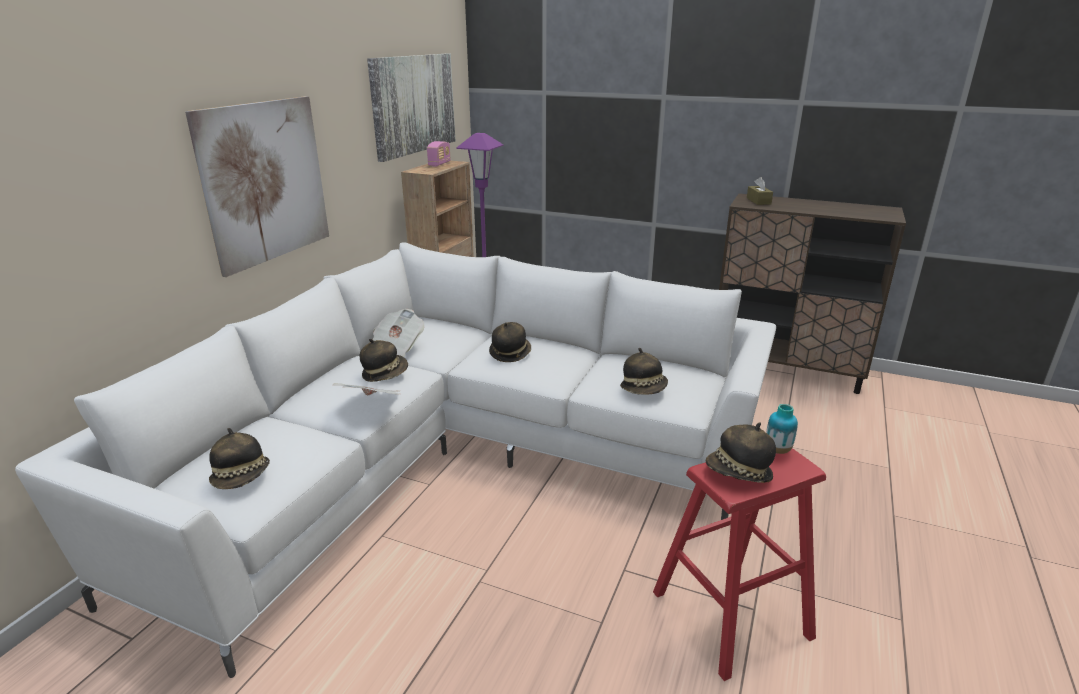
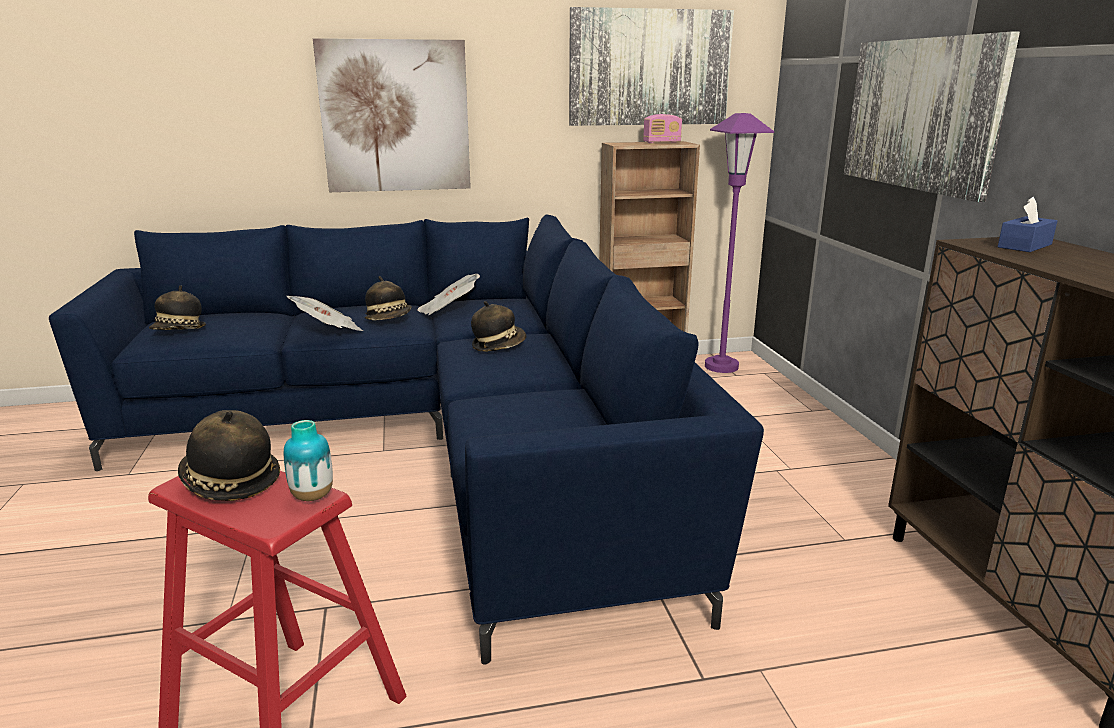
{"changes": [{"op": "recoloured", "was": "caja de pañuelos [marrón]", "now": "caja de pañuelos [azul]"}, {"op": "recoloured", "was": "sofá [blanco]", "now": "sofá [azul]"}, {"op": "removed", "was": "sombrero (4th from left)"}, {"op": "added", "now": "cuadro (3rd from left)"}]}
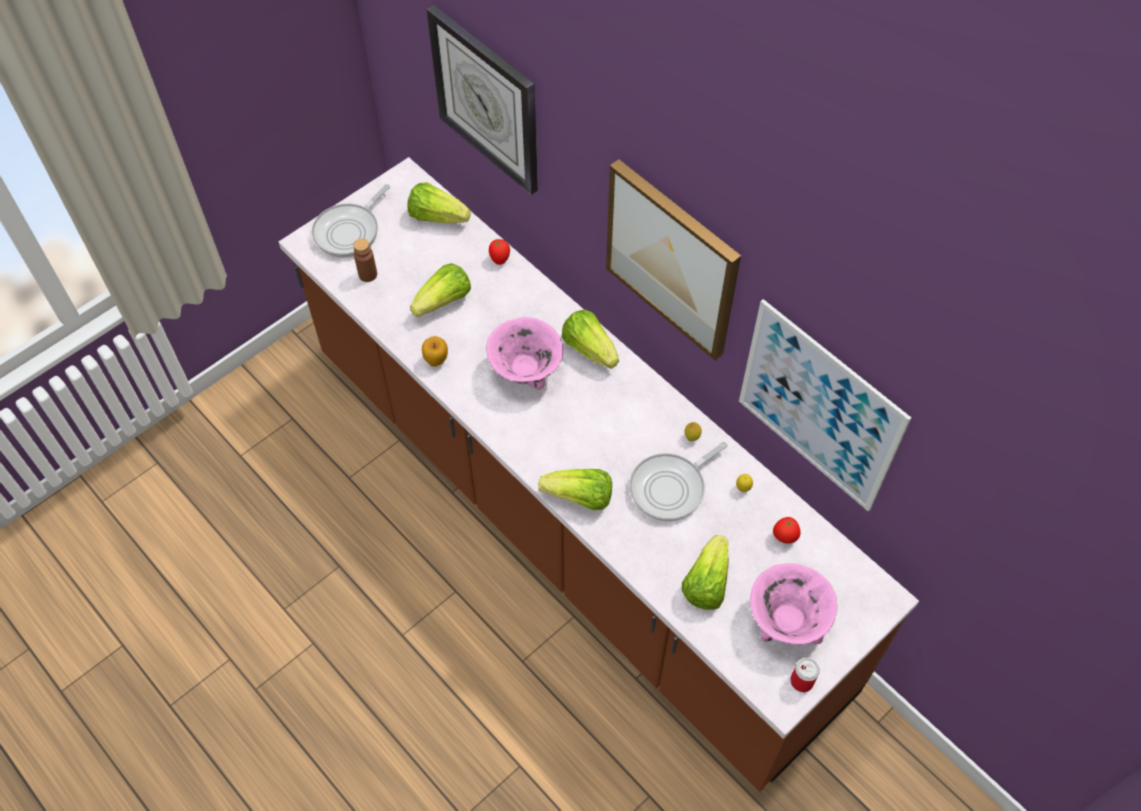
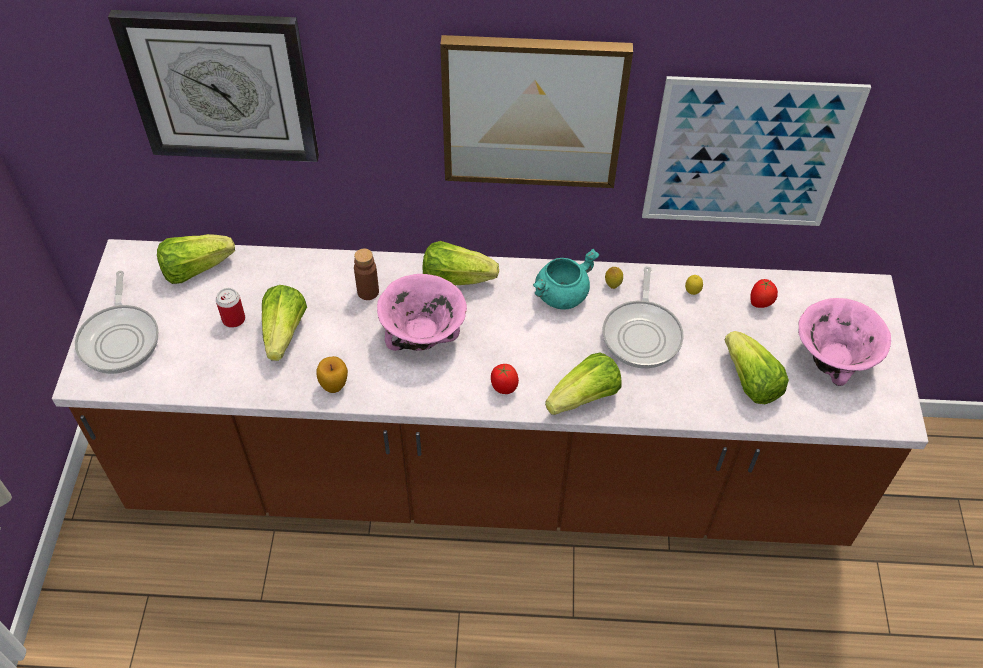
{"changes": [{"op": "moved", "was": "botella [marrón]"}, {"op": "moved", "was": "tomate (1st from left)"}, {"op": "moved", "was": "lata"}, {"op": "added", "now": "olla [turquesa]"}]}
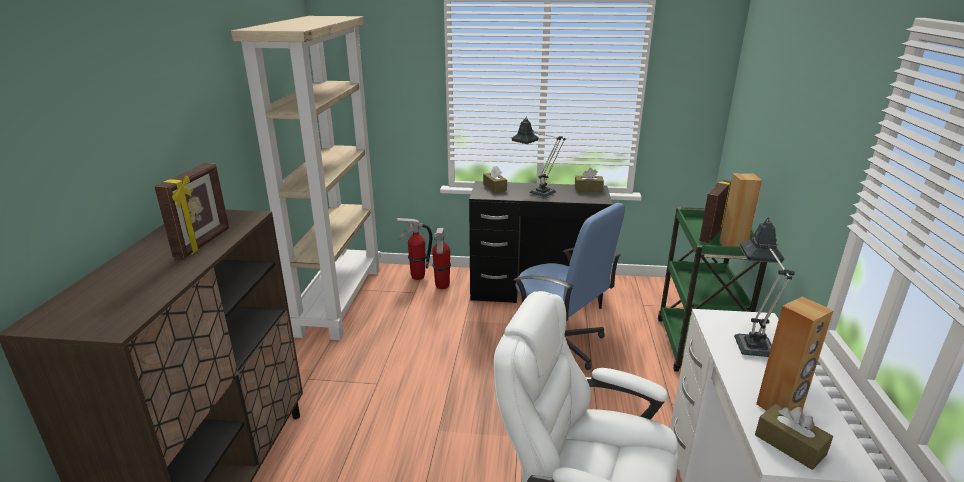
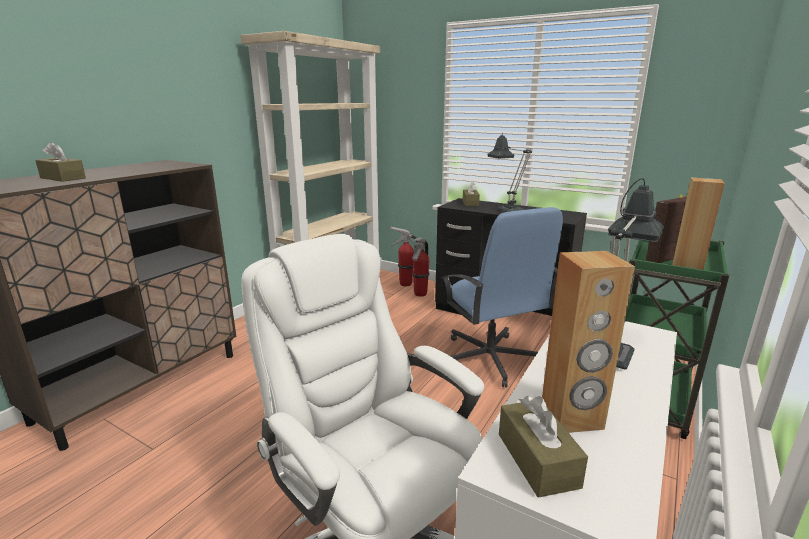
{"changes": [{"op": "removed", "was": "portarretratos (1st from left)"}, {"op": "moved", "was": "caja de pañuelos [marrón] (2nd from left in the first image)", "now": "caja de pañuelos [marrón] (1st from left)"}]}
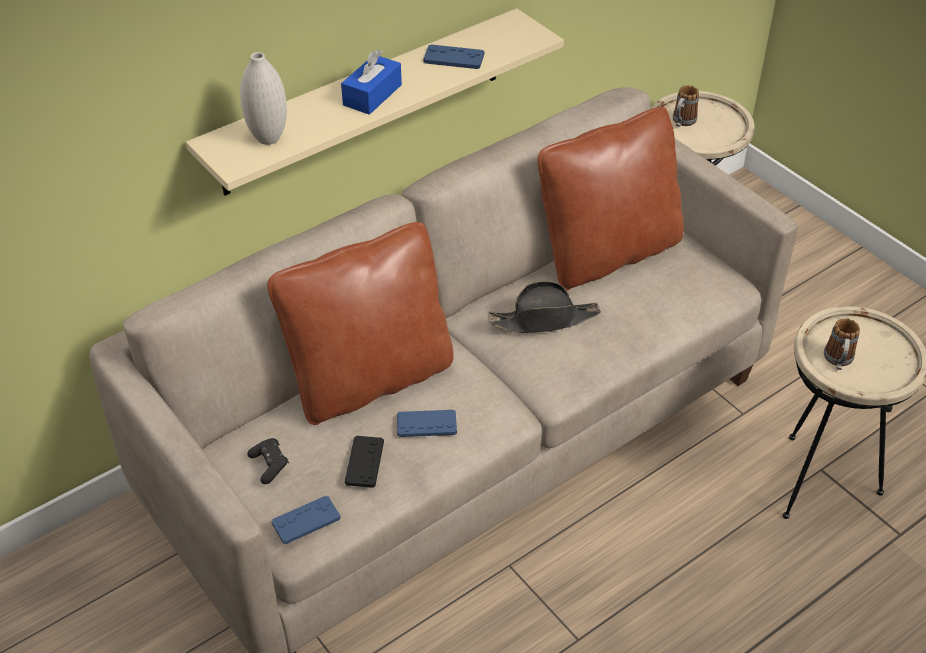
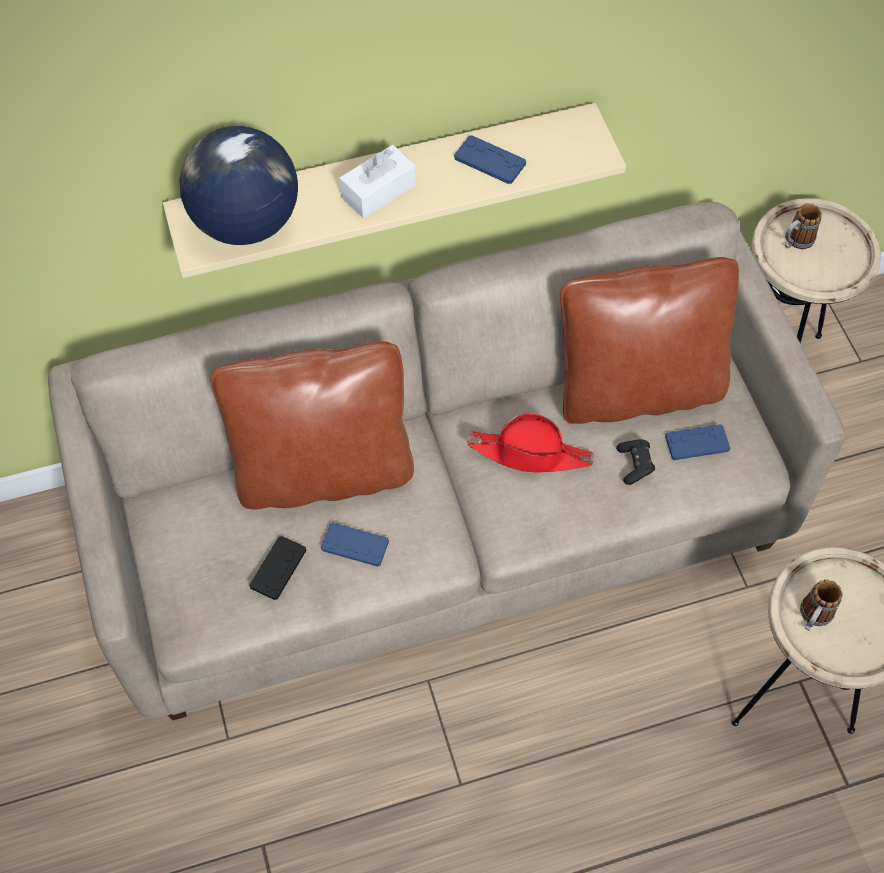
{"changes": [{"op": "recoloured", "was": "caja de pañuelos [azul]", "now": "caja de pañuelos [blanco]"}, {"op": "replaced", "was": "florero [blanco]", "now": "globo terráqueo"}, {"op": "recoloured", "was": "sombrero [negro]", "now": "sombrero [rojo]"}, {"op": "moved", "was": "mando de consola [negro] (1st from left in the first image)", "now": "mando de consola [negro] (2nd from left)"}, {"op": "moved", "was": "mando de consola [azul] (1st from left in the first image)", "now": "mando de consola [azul] (3rd from left)"}]}
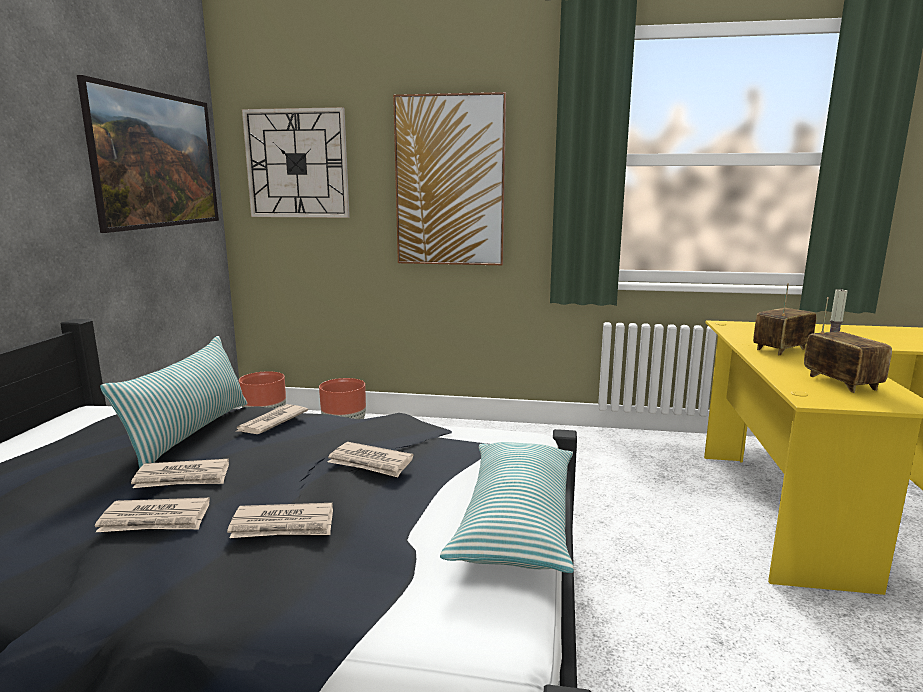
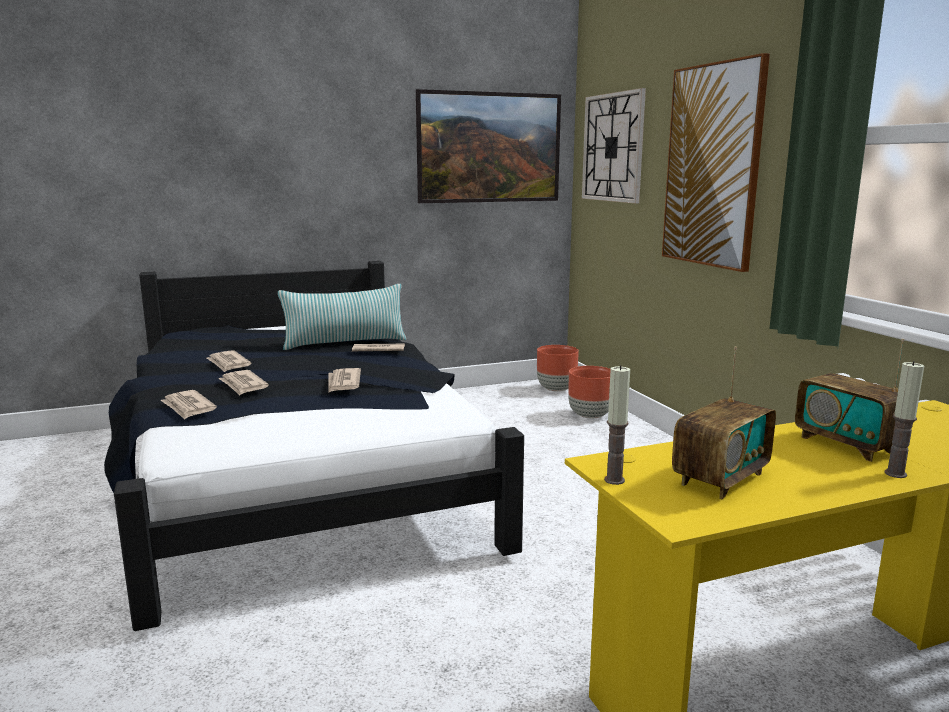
{"changes": [{"op": "turned", "was": "radio (1st from left in the first image)", "clockwise": -150}, {"op": "removed", "was": "cojín (2nd from left)"}, {"op": "moved", "was": "periódico (2nd from left in the first image)", "now": "periódico (1st from left)"}, {"op": "added", "now": "vela (1st from left)"}]}
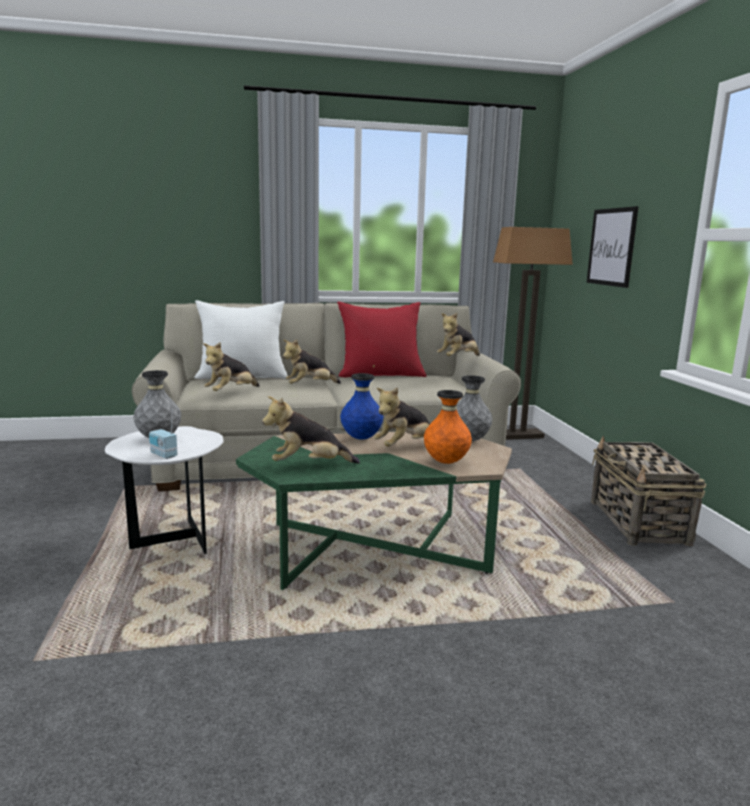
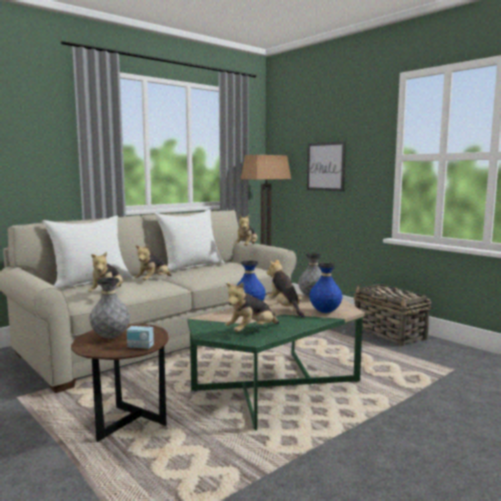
{"changes": [{"op": "recoloured", "was": "cojín [rojo]", "now": "cojín [blanco] (2nd from left)"}, {"op": "turned", "was": "peluche (4th from left in the first image)", "clockwise": 135}, {"op": "recoloured", "was": "florero [naranja]", "now": "florero [azul] (2nd from left)"}, {"op": "recoloured", "was": "mesa auxiliar [blanco]", "now": "mesa auxiliar [marrón]"}]}
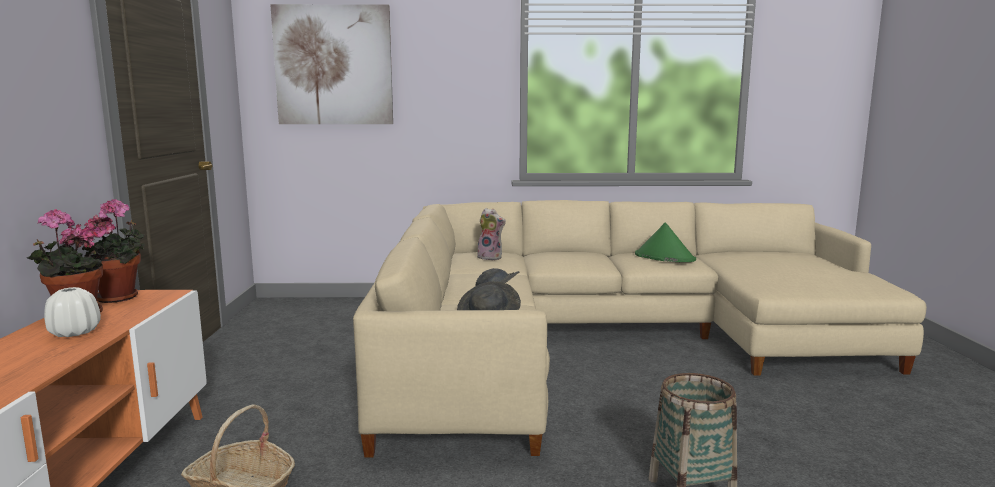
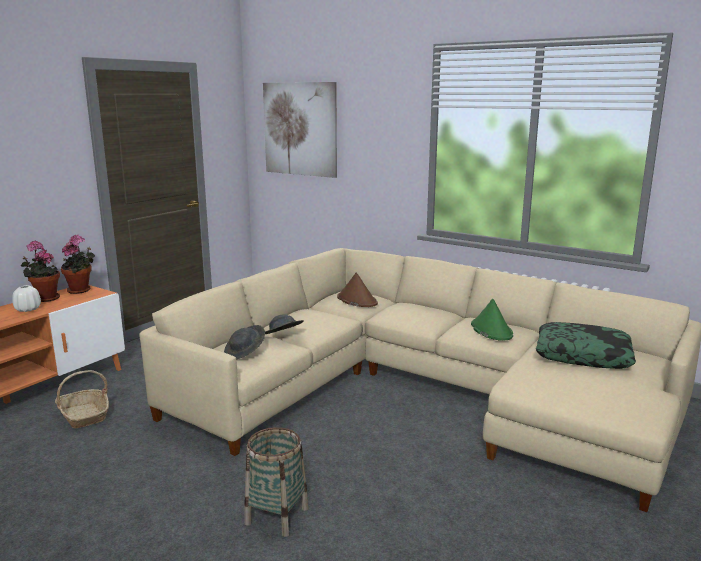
{"changes": [{"op": "replaced", "was": "peluche", "now": "sombrero [marrón]"}, {"op": "added", "now": "cojín"}]}
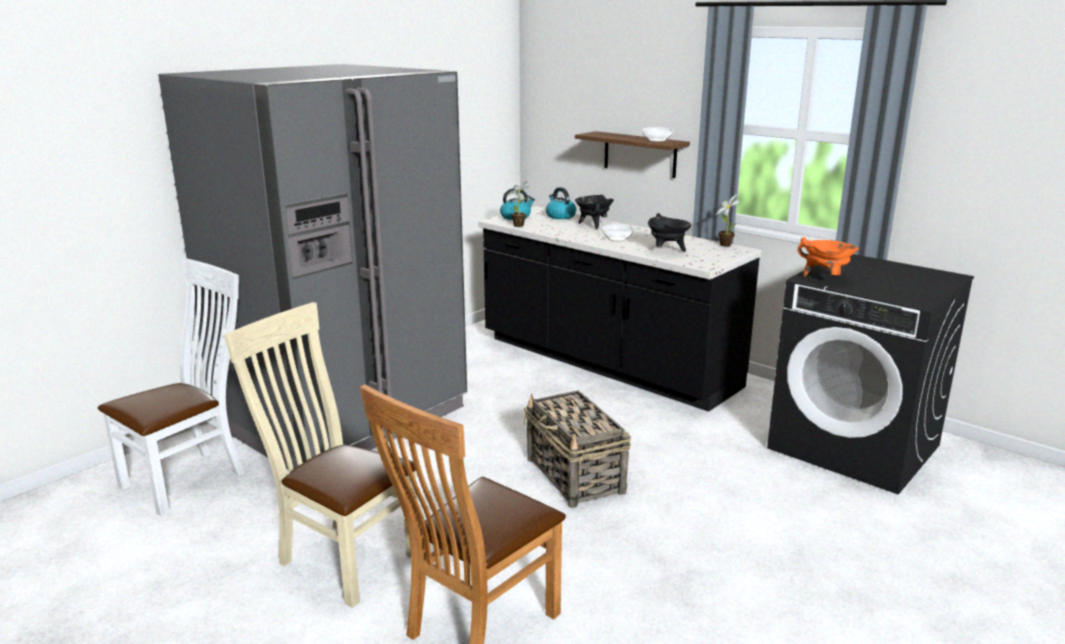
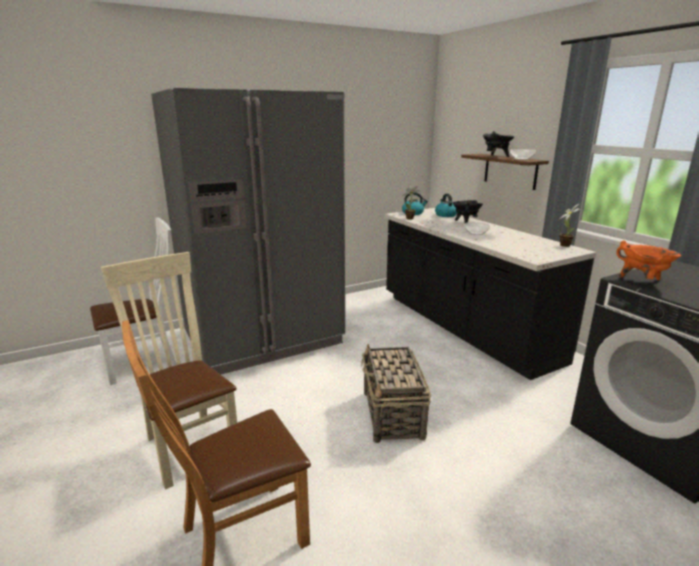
{"changes": [{"op": "moved", "was": "olla [negro] (2nd from left)"}]}
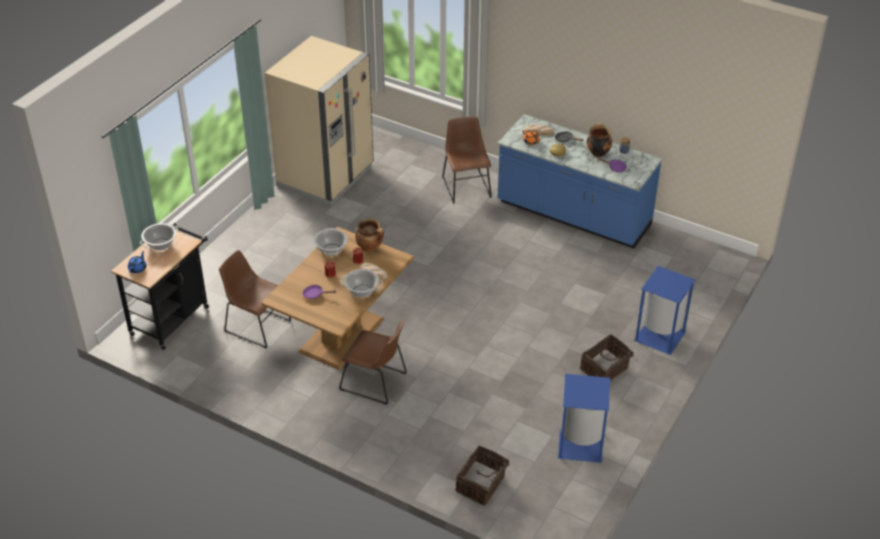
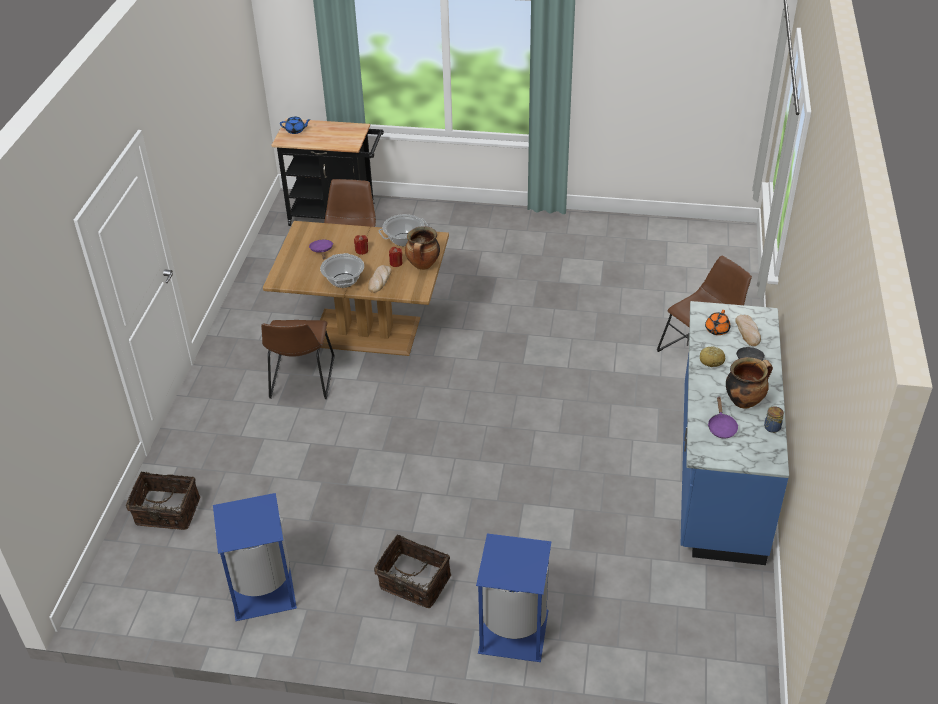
{"changes": [{"op": "removed", "was": "nevera [beis]"}, {"op": "removed", "was": "olla (1st from left)"}]}
